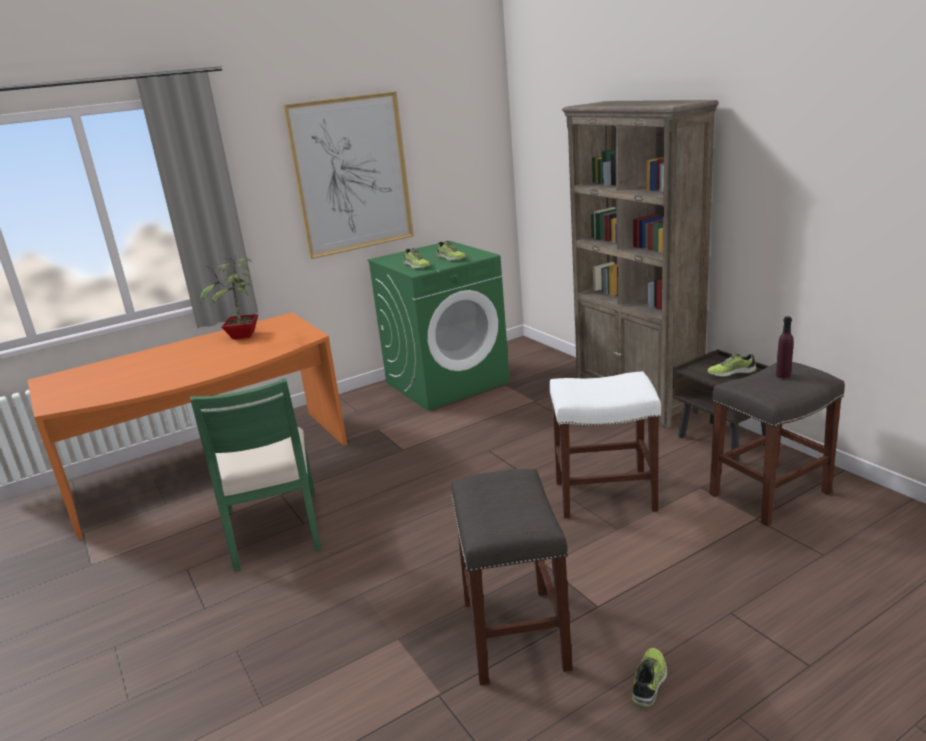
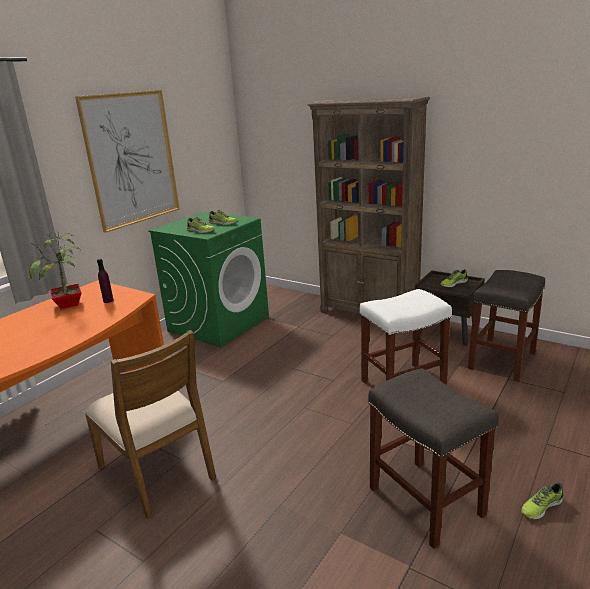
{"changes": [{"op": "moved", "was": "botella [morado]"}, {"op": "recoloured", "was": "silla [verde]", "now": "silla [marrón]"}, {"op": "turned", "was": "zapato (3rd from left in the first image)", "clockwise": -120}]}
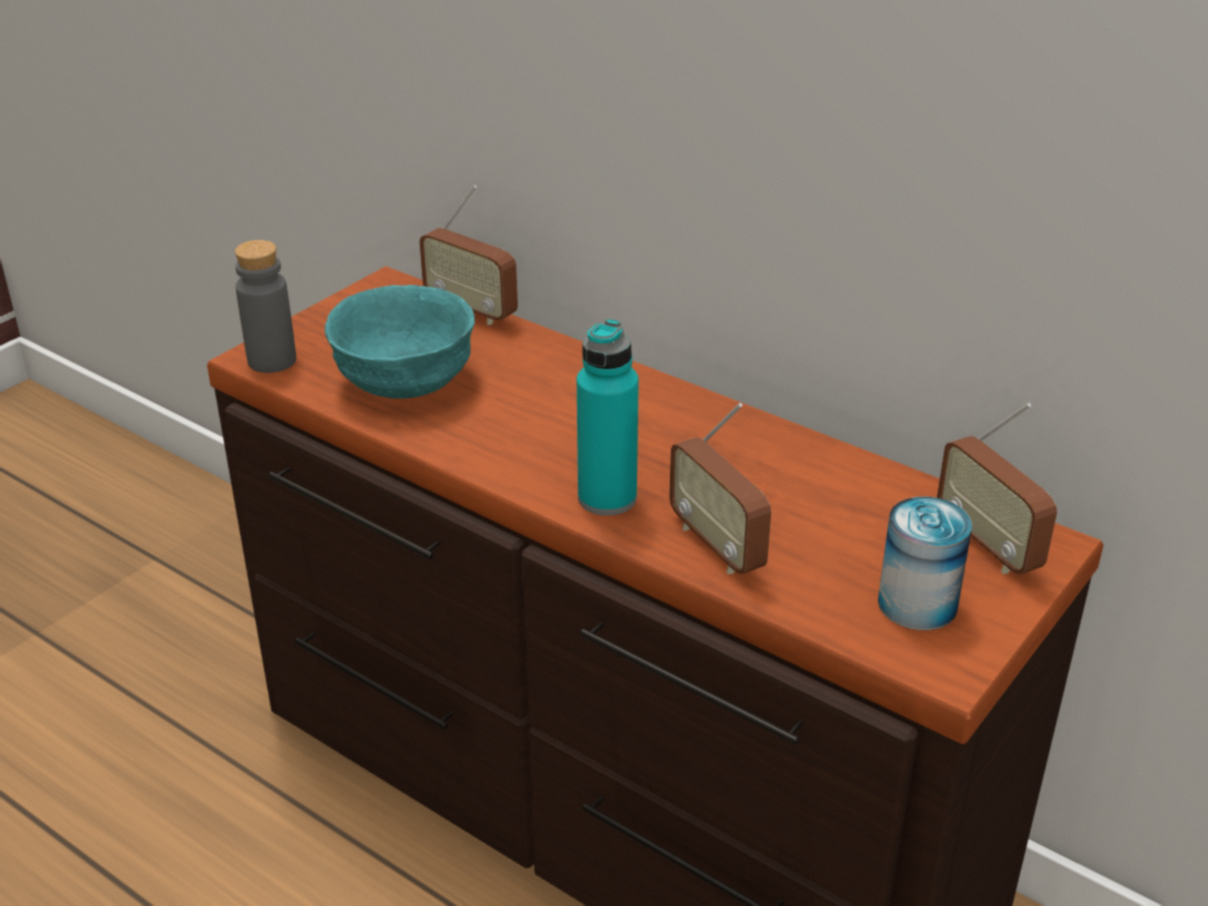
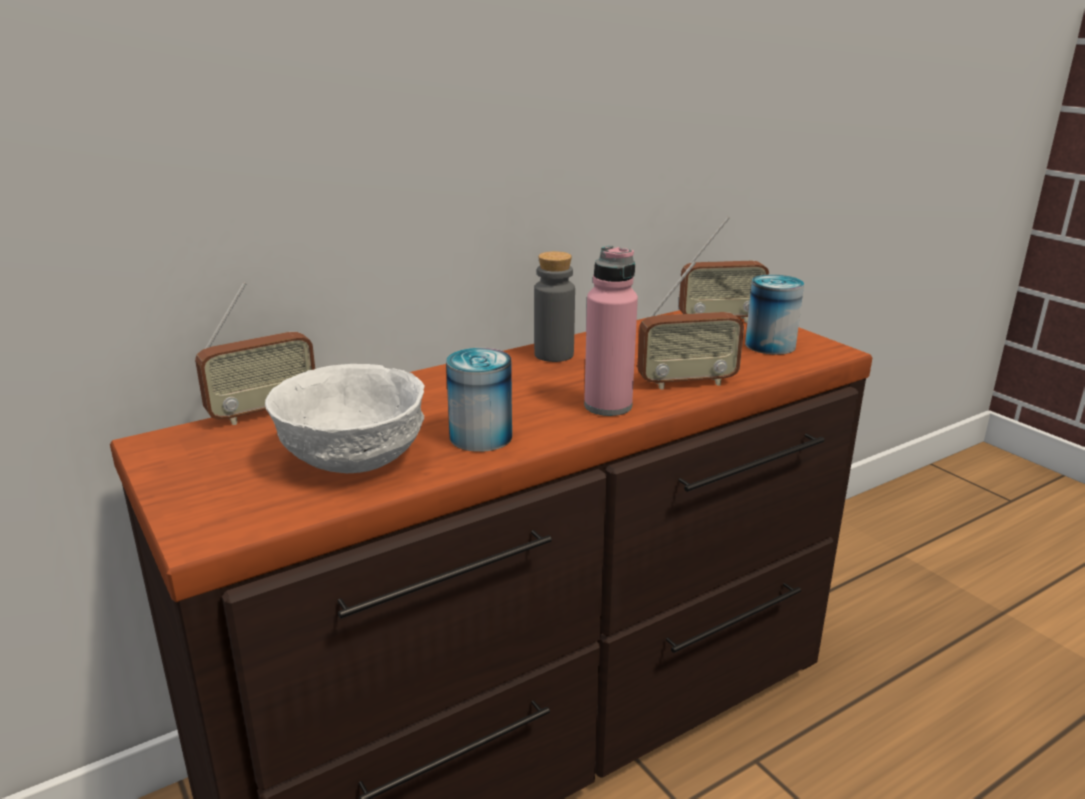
{"changes": [{"op": "moved", "was": "botella [gris]"}, {"op": "recoloured", "was": "cuenco [turquesa]", "now": "cuenco [blanco]"}, {"op": "recoloured", "was": "botella [turquesa]", "now": "botella [rosa]"}, {"op": "added", "now": "lata (1st from left)"}]}
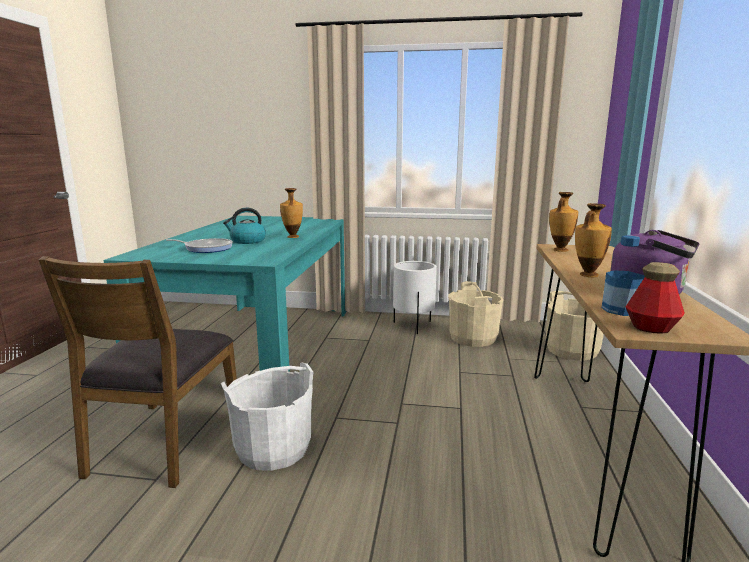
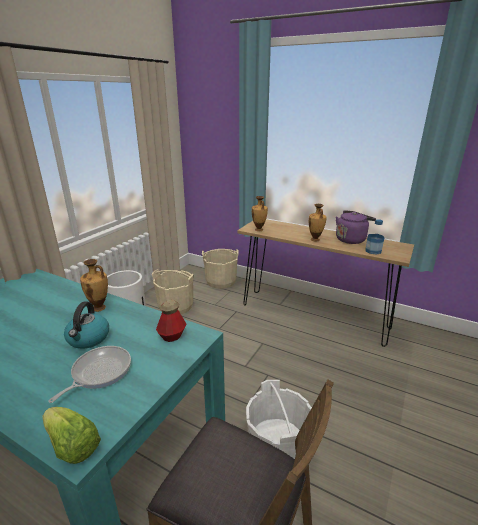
{"changes": [{"op": "moved", "was": "botella (2nd from left in the first image)", "now": "botella (1st from left)"}, {"op": "added", "now": "lechuga"}]}
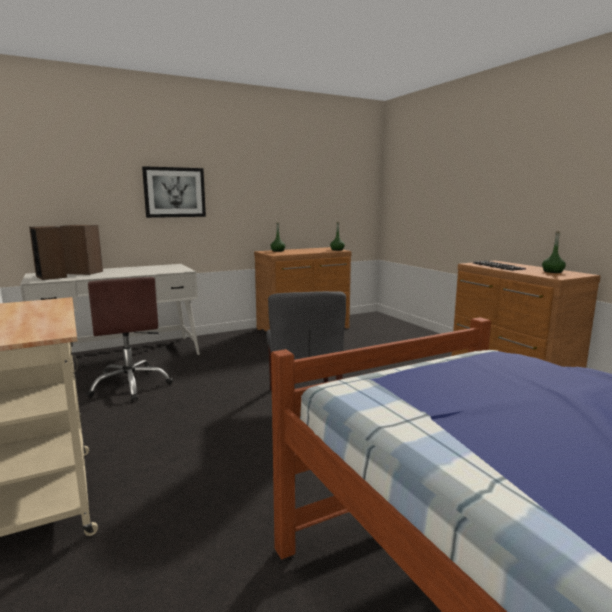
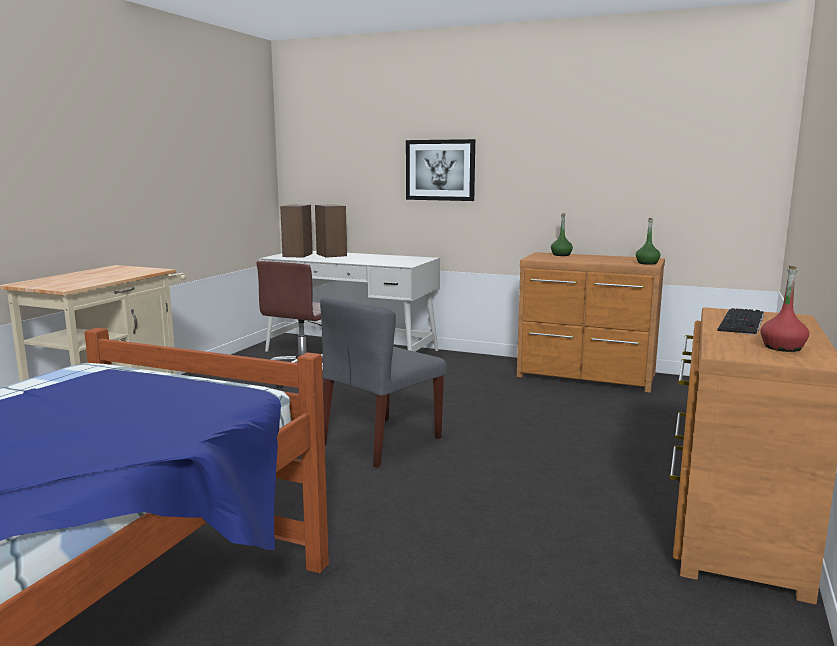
{"changes": [{"op": "recoloured", "was": "botella [verde] (3rd from left)", "now": "botella [rojo]"}]}
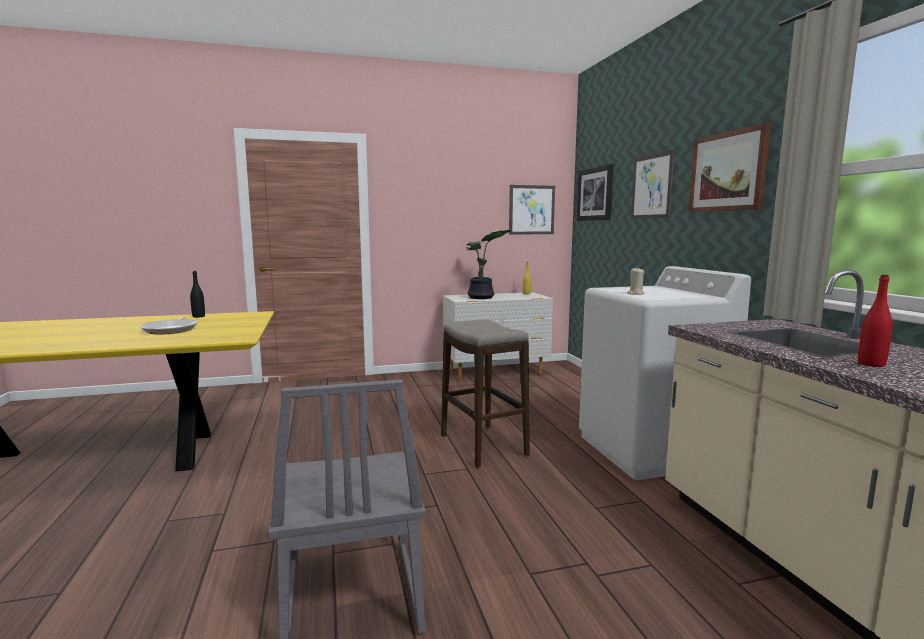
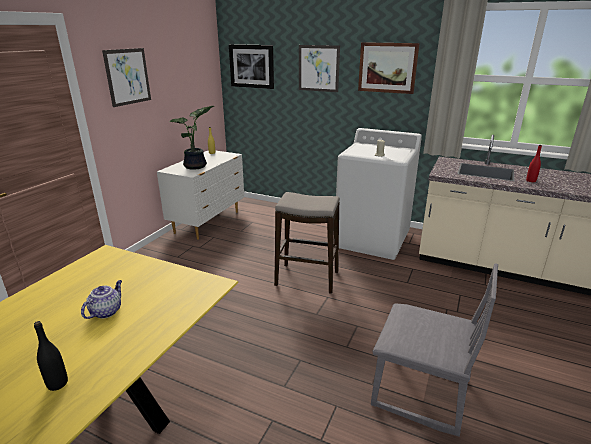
{"changes": [{"op": "moved", "was": "cuadro (1st from left)"}, {"op": "moved", "was": "botella [negro]"}, {"op": "replaced", "was": "sartén", "now": "tetera"}]}
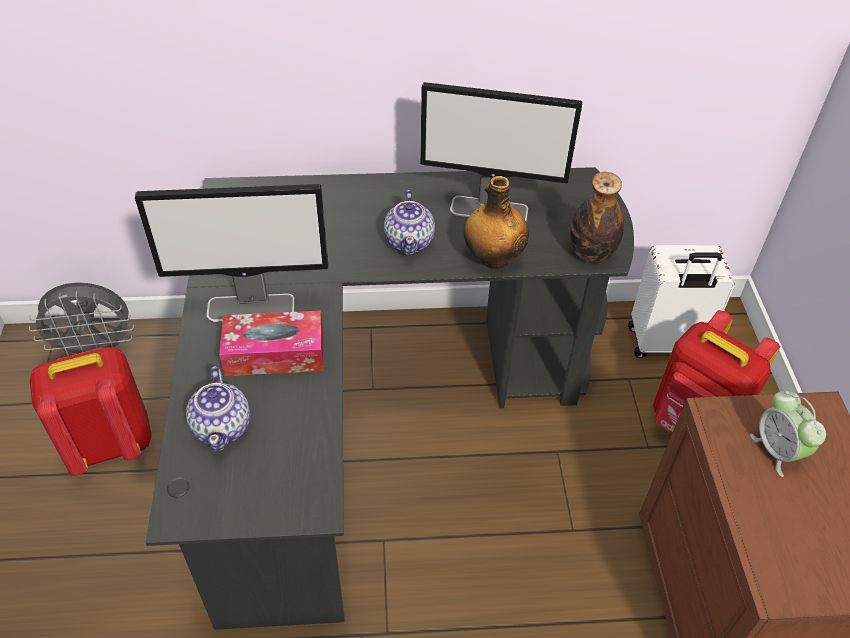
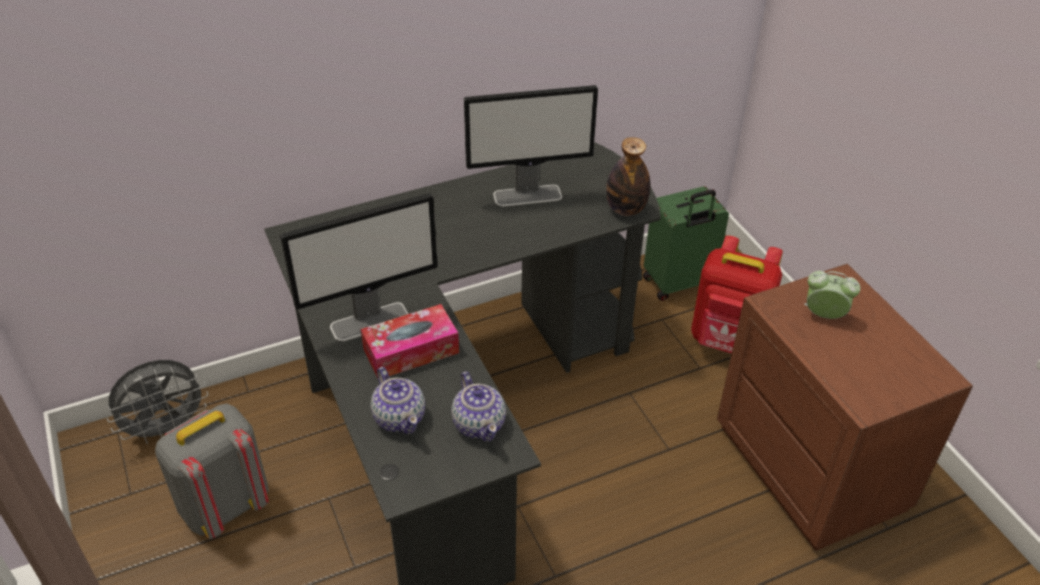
{"changes": [{"op": "removed", "was": "botella (1st from left)"}, {"op": "moved", "was": "tetera (2nd from left)"}, {"op": "recoloured", "was": "maleta [blanco]", "now": "maleta [verde]"}, {"op": "recoloured", "was": "mochila [rojo] (1st from left)", "now": "mochila [gris]"}, {"op": "turned", "was": "despertador", "clockwise": 150}]}
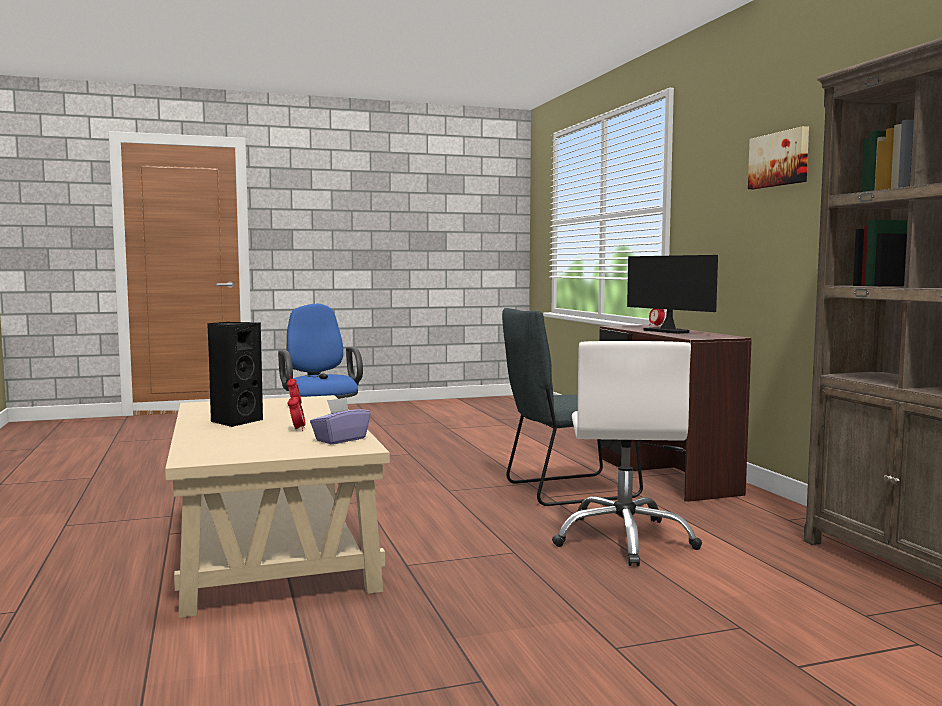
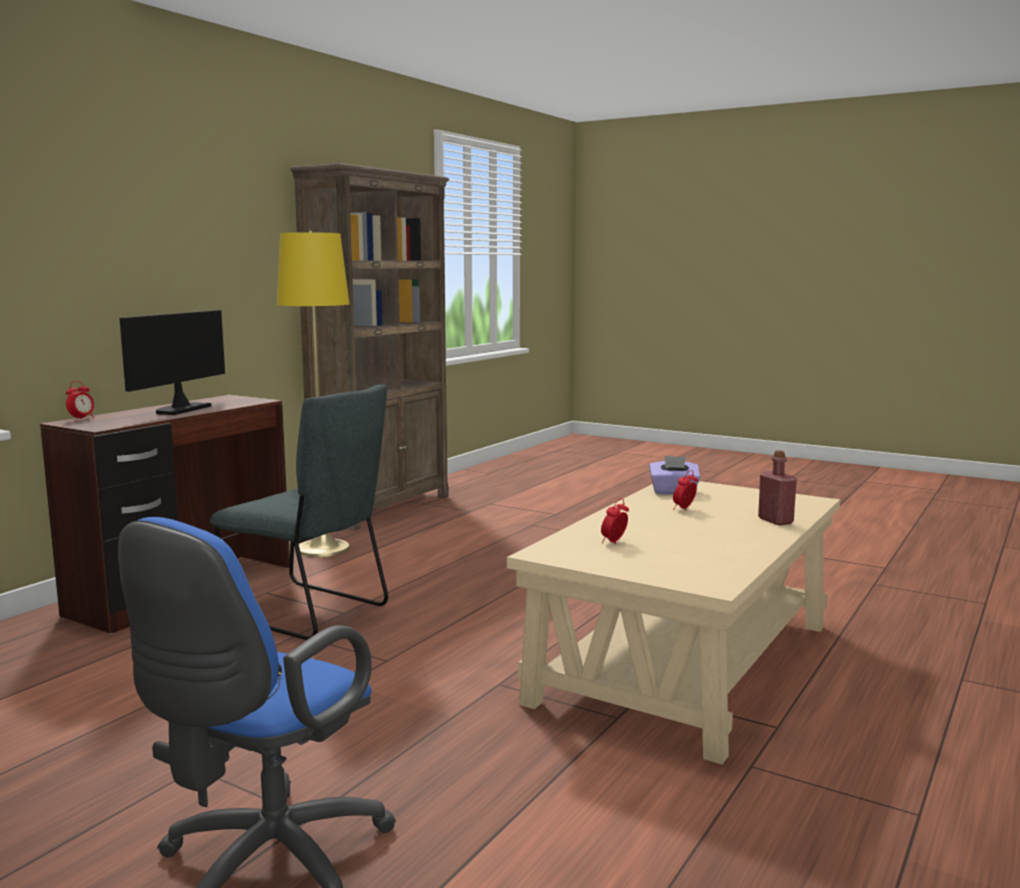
{"changes": [{"op": "removed", "was": "cuadro"}, {"op": "removed", "was": "altavoz [negro]"}, {"op": "removed", "was": "silla de oficina [blanco]"}, {"op": "added", "now": "lámpara de pie [amarillo]"}, {"op": "added", "now": "botella [rojo]"}]}
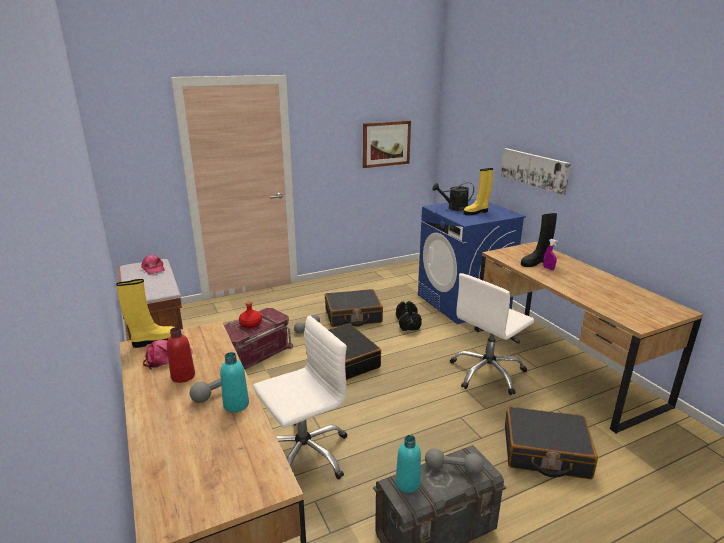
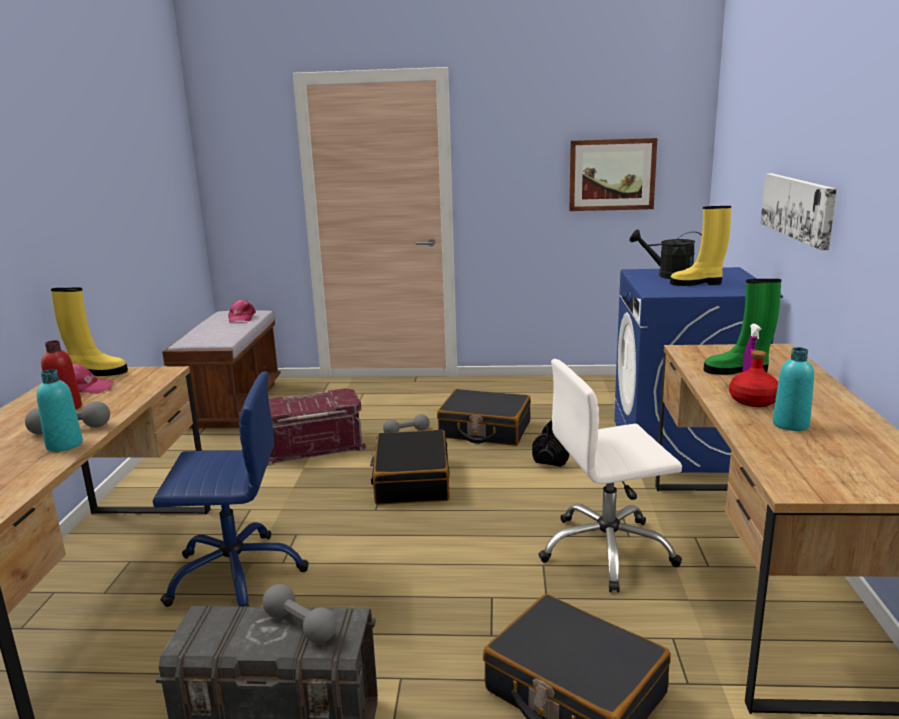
{"changes": [{"op": "recoloured", "was": "bota [negro]", "now": "bota [verde]"}, {"op": "moved", "was": "botella [rojo] (2nd from left)"}, {"op": "recoloured", "was": "silla de oficina [blanco] (1st from left)", "now": "silla de oficina [azul]"}, {"op": "moved", "was": "botella [turquesa] (2nd from left)"}]}
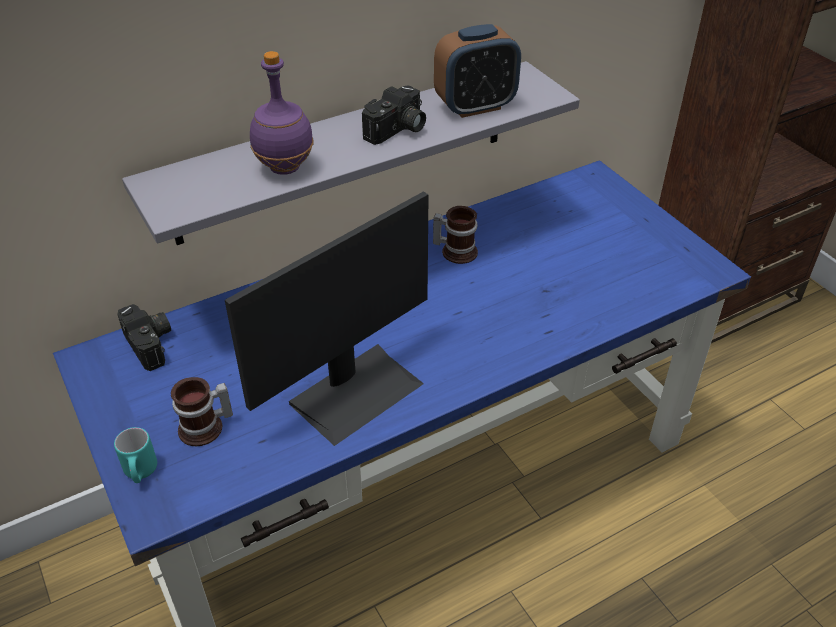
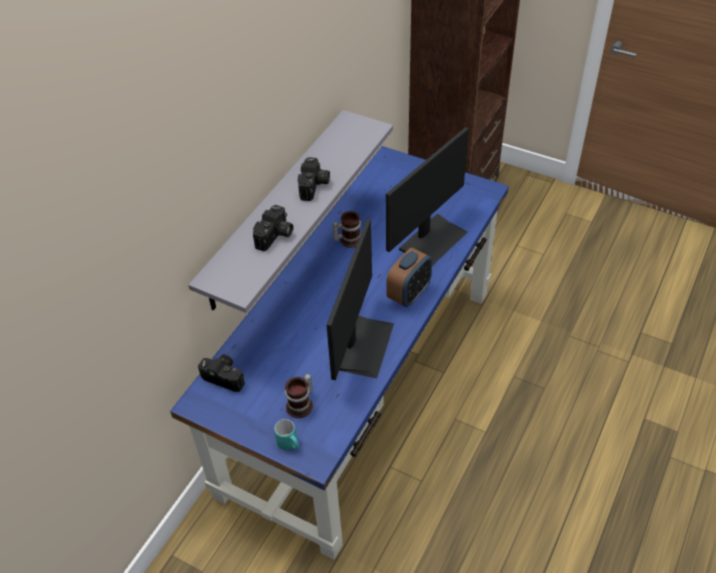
{"changes": [{"op": "moved", "was": "despertador"}, {"op": "replaced", "was": "botella [morado]", "now": "cámara (2nd from left)"}, {"op": "added", "now": "monitor (2nd from left)"}]}
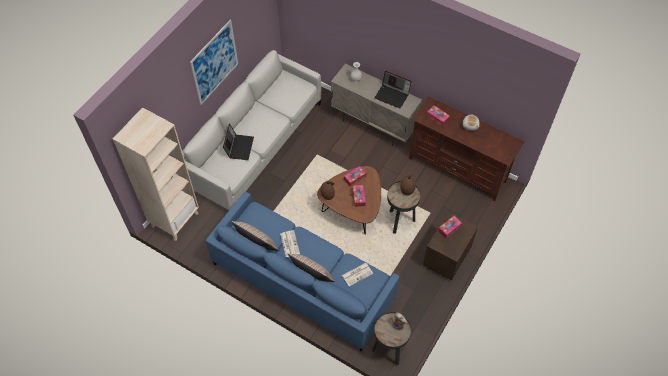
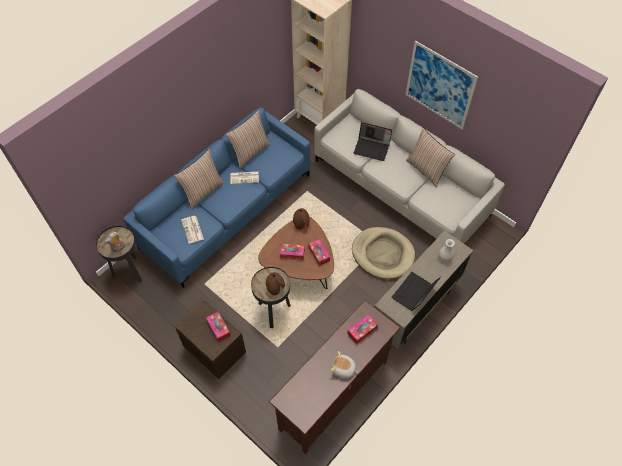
{"changes": [{"op": "added", "now": "cojín (3rd from left)"}, {"op": "added", "now": "cama para perro [beis]"}]}
